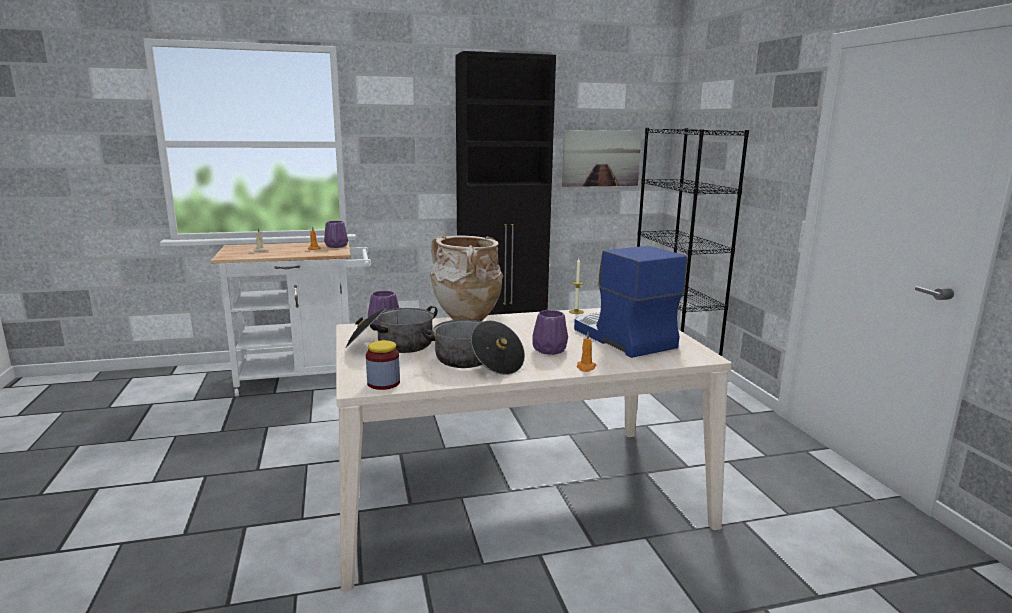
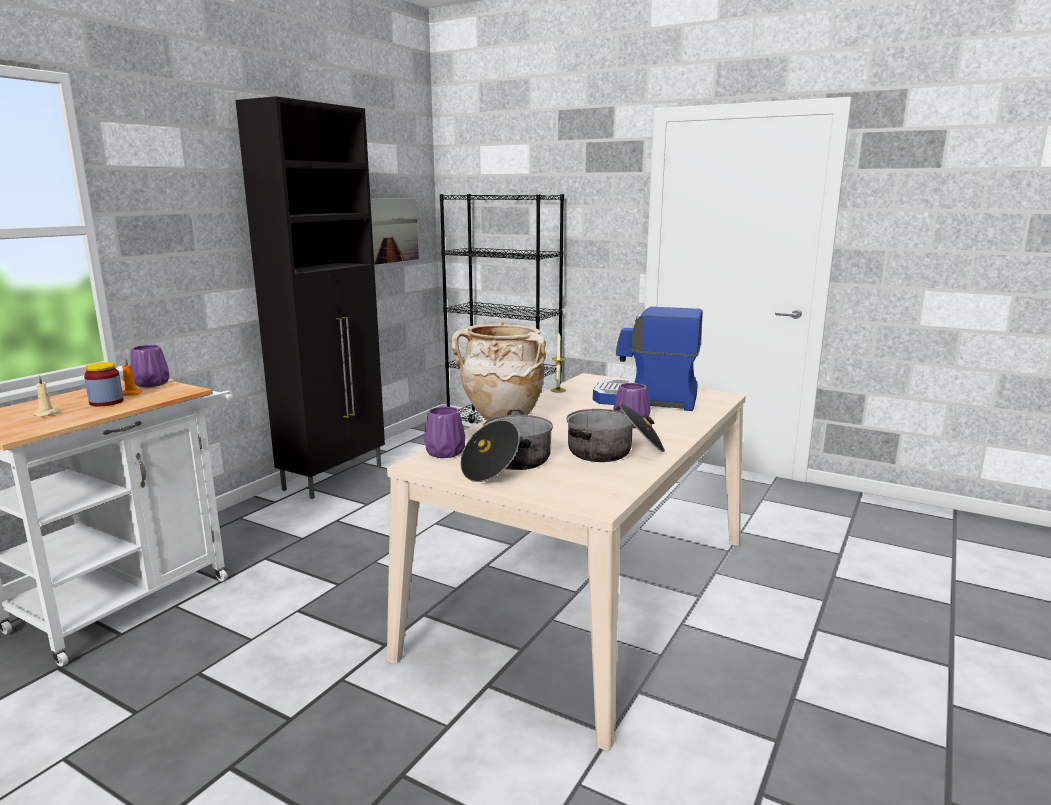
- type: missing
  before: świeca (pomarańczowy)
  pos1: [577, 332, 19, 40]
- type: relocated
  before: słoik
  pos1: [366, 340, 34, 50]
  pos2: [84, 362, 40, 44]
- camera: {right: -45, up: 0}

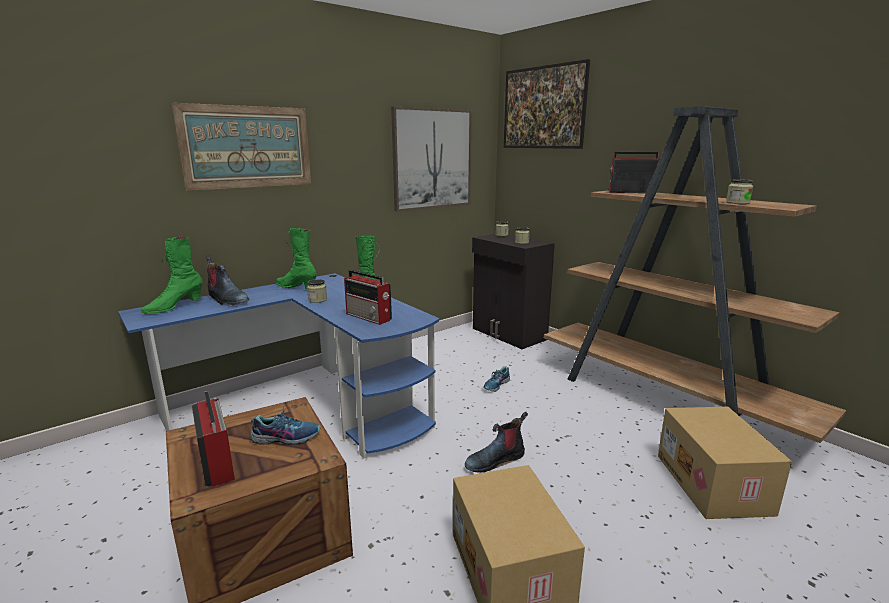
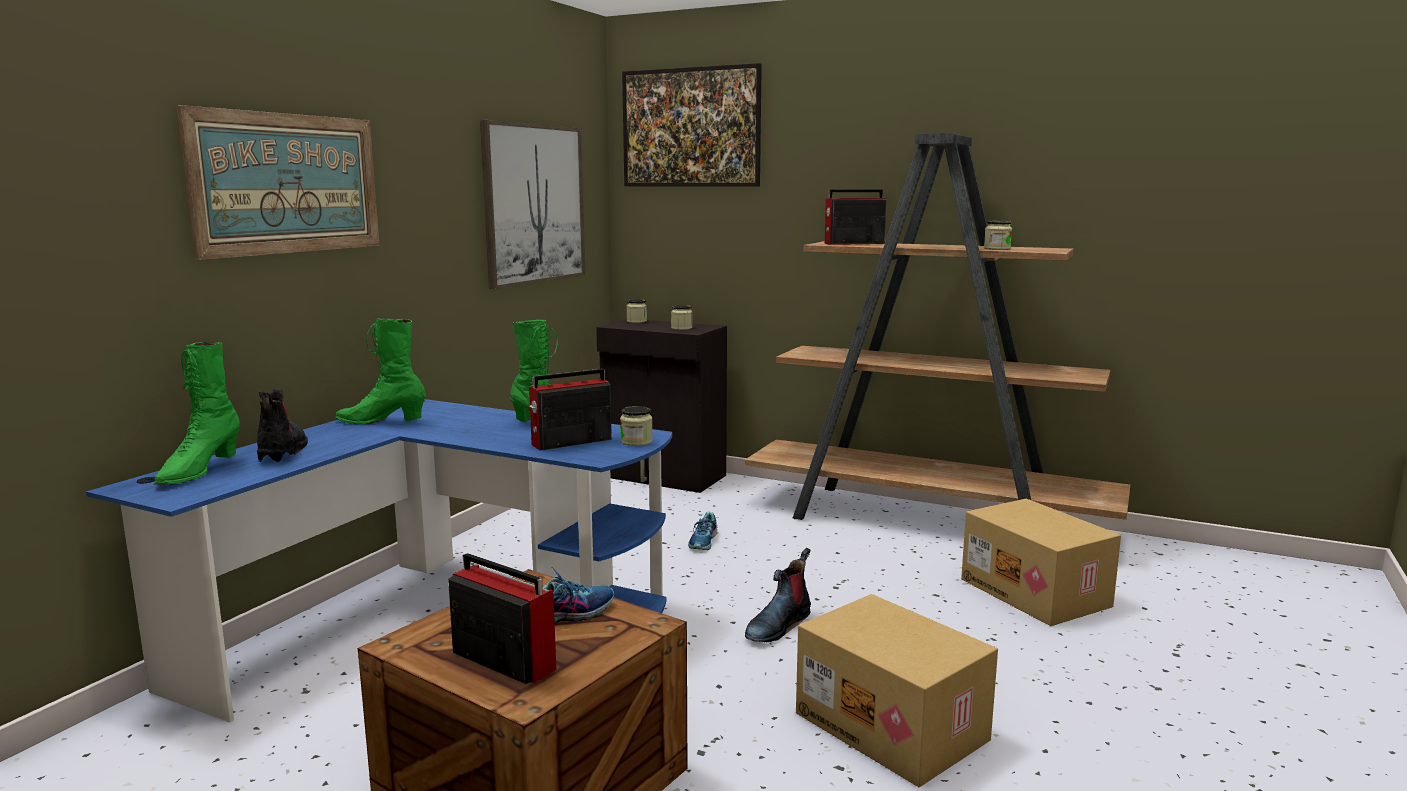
- type: relocated
  before: słoik
  pos1: [307, 279, 20, 24]
  pos2: [620, 406, 33, 40]
- type: spun
  before: but z cholewką
  pos1: [206, 255, 43, 50]
  pos2: [257, 388, 51, 74]
  turn: -120
- type: spun
  before: radio
  pos1: [344, 270, 48, 55]
  pos2: [529, 369, 83, 81]
  turn: 135
- camera: {right: -25, up: -5}

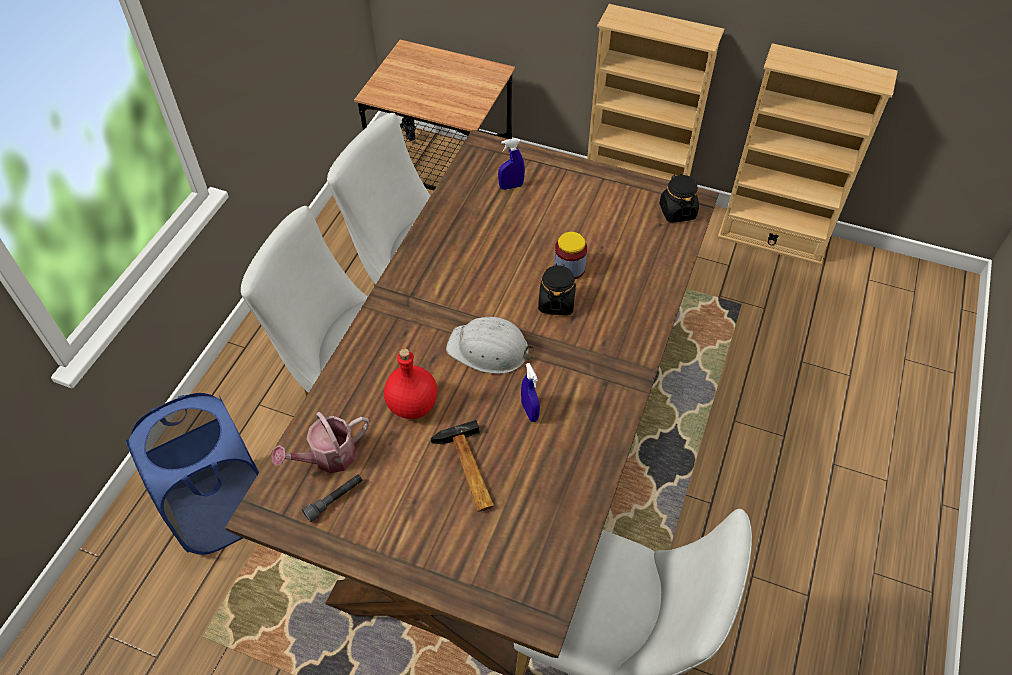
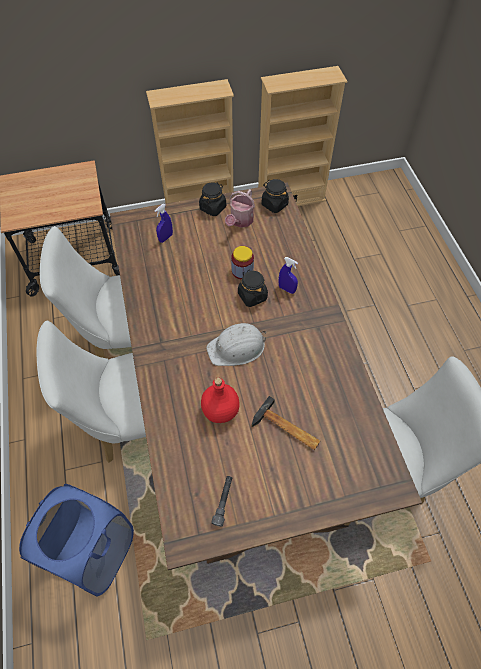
- type: appeared
  after: słoik (czarny)
  pos2: [199, 182, 27, 34]
- type: relocated
  before: konewka
  pos1: [272, 412, 97, 61]
  pos2: [225, 189, 30, 39]
- type: relocated
  before: spryskiwacz (niebieski)
  pos1: [521, 363, 19, 59]
  pos2: [279, 257, 19, 37]
- camera: {right: -35, up: 5}

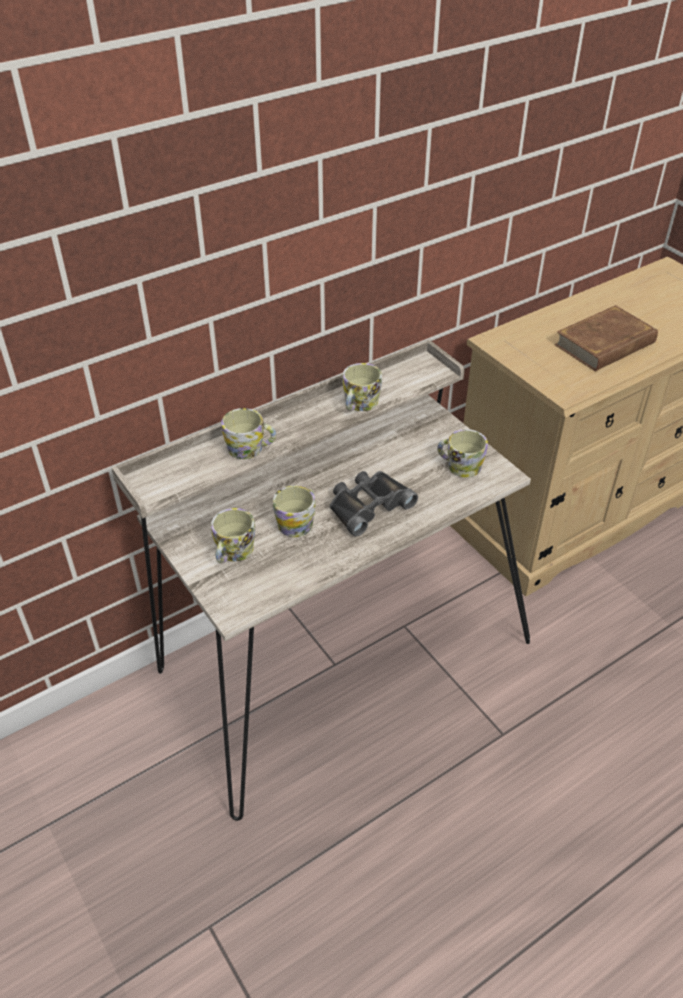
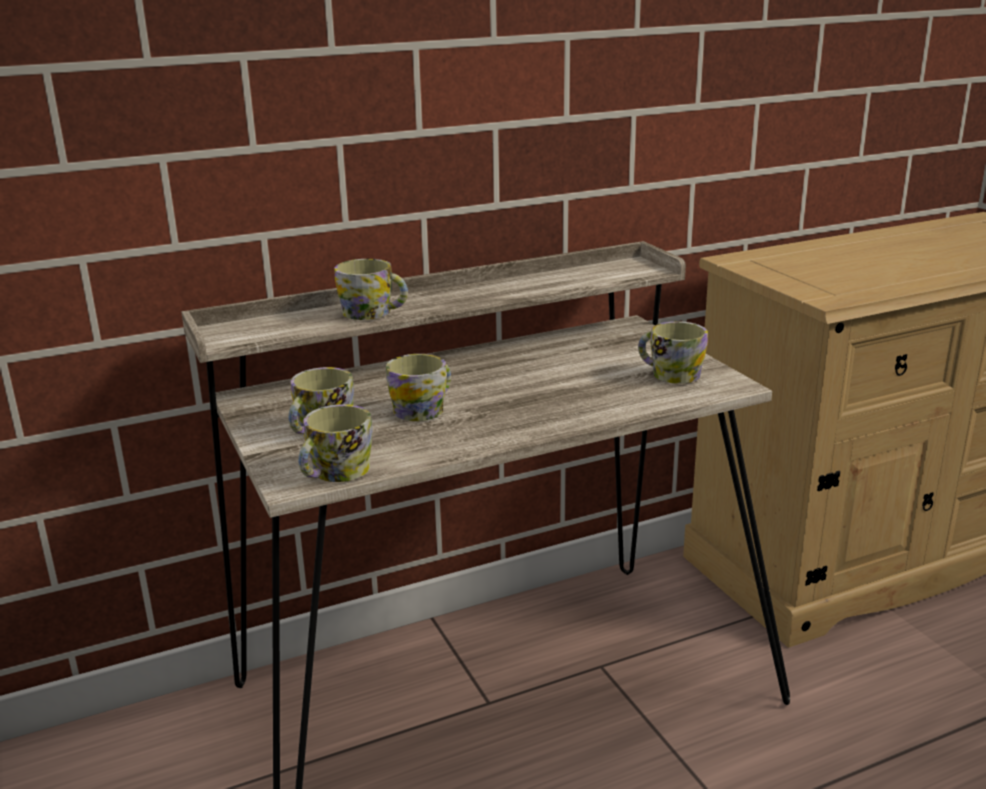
- type: missing
  before: lornetka (czarny)
  pos1: [330, 471, 88, 65]
- type: missing
  before: książka (brązowy)
  pos1: [554, 305, 104, 66]
- type: relocated
  before: kubek
  pos1: [342, 363, 40, 48]
  pos2: [298, 404, 75, 78]
- camera: {right: 10, up: -20}

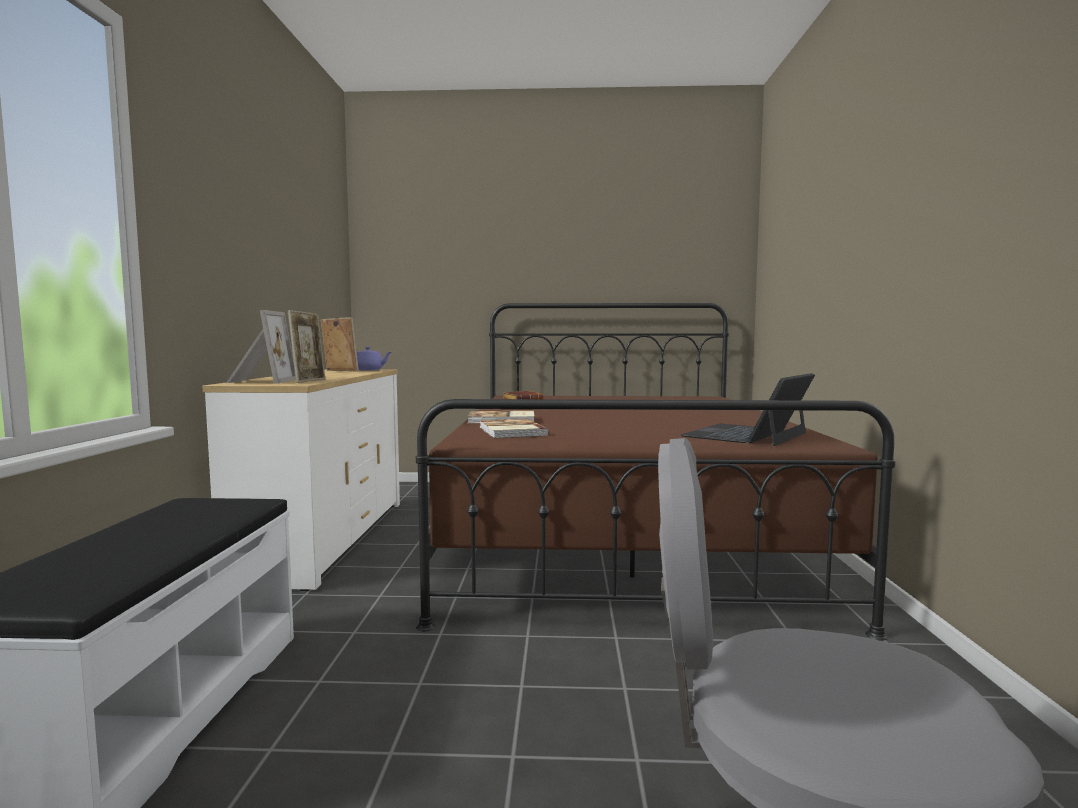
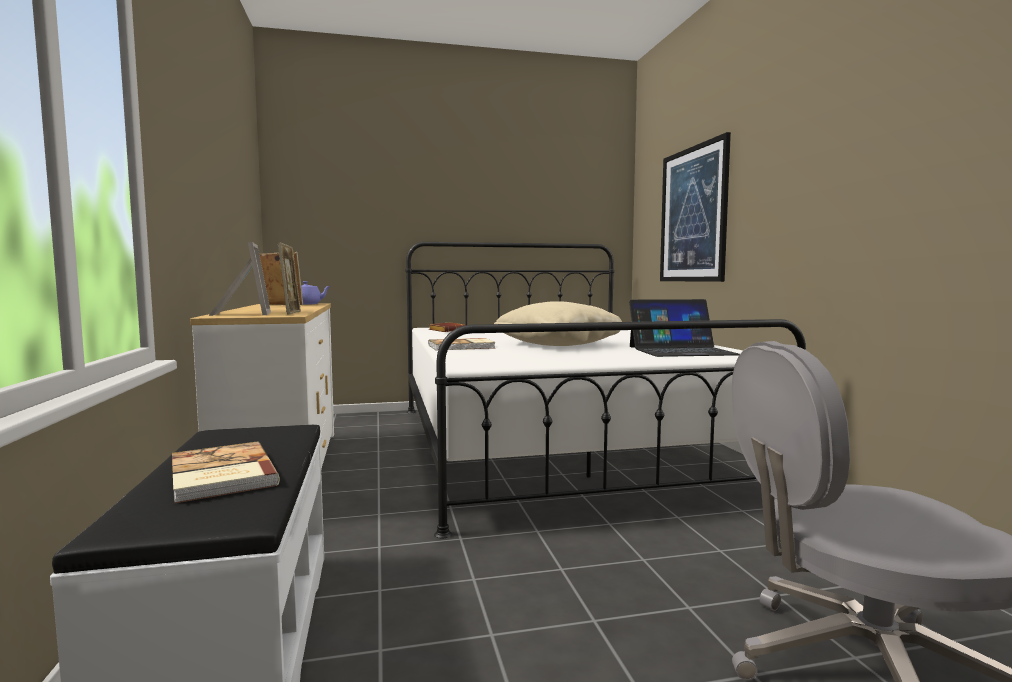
- type: appeared
  after: poduszka (beżowy)
  pos2: [494, 301, 128, 45]
- type: appeared
  after: obraz
  pos2: [660, 132, 71, 150]
- type: relocated
  before: książka
  pos1: [480, 418, 68, 21]
  pos2: [172, 441, 108, 63]
- type: colour
  before: łóżko (brązowy)
  after: łóżko (biały)
  pos1: [416, 303, 480, 338]
  pos2: [406, 242, 400, 297]
- type: spun
  before: laptop
  pos1: [680, 373, 135, 73]
  pos2: [629, 299, 111, 58]
  turn: -120
- camera: {right: -15, up: 0}

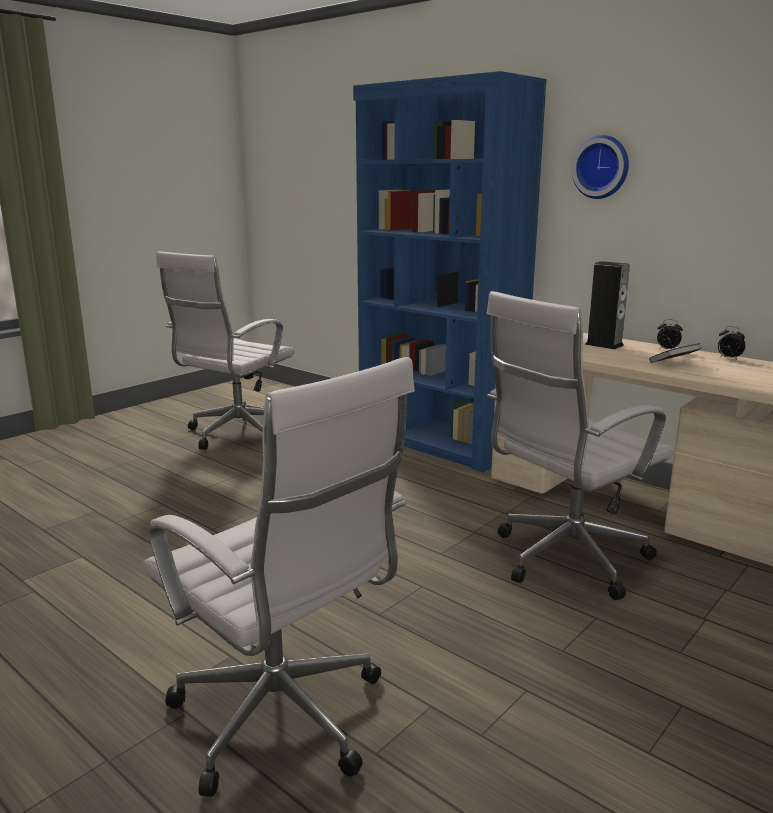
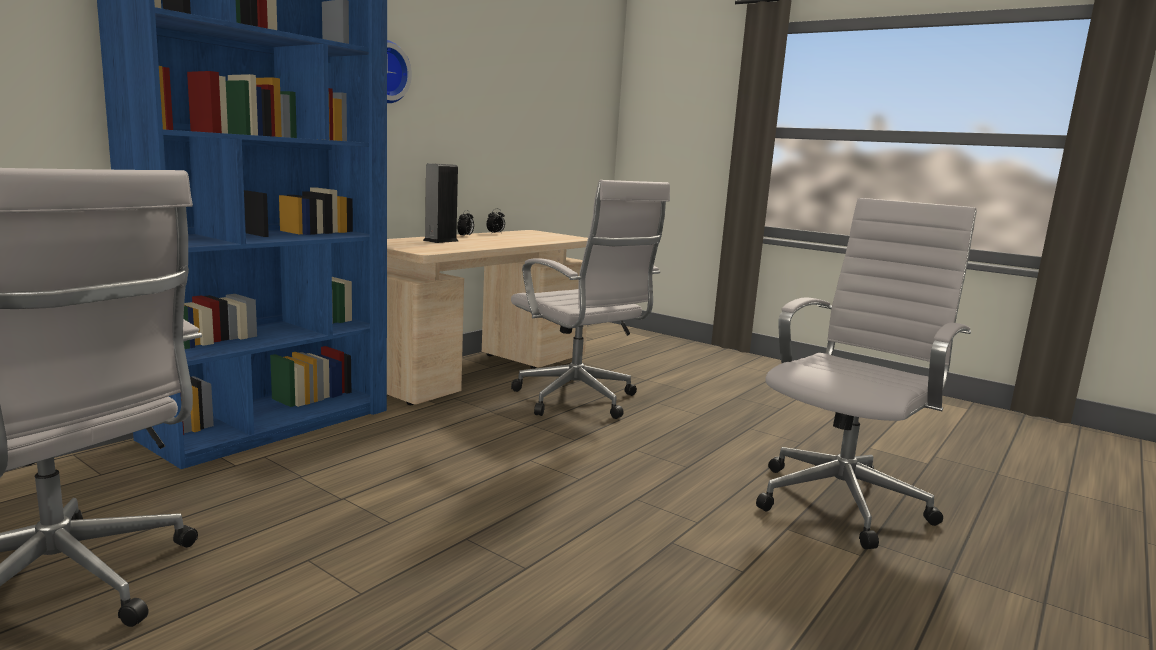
- type: missing
  before: książka
  pos1: [649, 343, 53, 20]
- camera: {right: -95, up: -5}

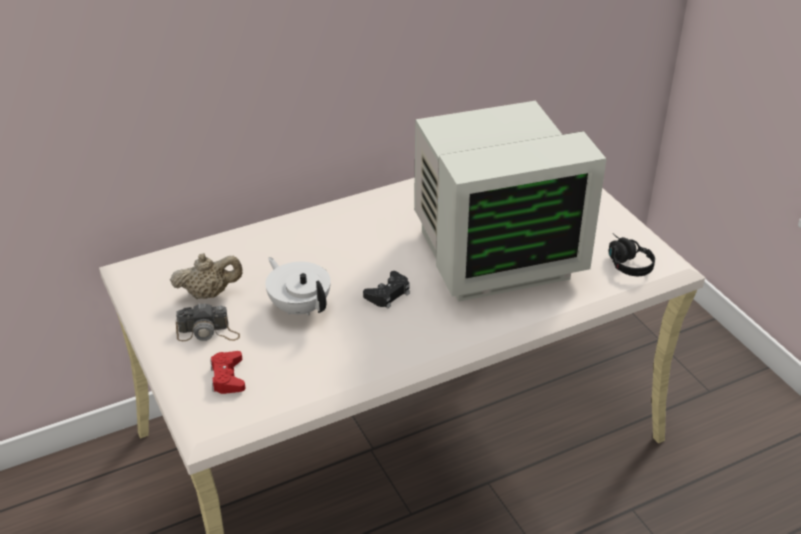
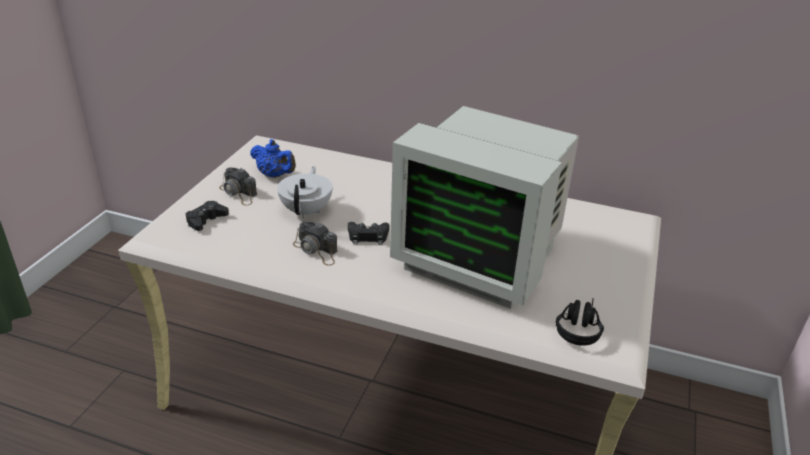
- type: appeared
  after: aparat fotograficzny
  pos2: [293, 221, 45, 45]
- type: colour
  before: imbryk (beżowy)
  after: imbryk (niebieski)
  pos1: [170, 253, 73, 46]
  pos2: [250, 139, 46, 39]
- type: colour
  before: pad do gier (czerwony)
  after: pad do gier (czarny)
  pos1: [210, 351, 35, 43]
  pos2: [186, 201, 43, 30]
- camera: {right: 45, up: -5}

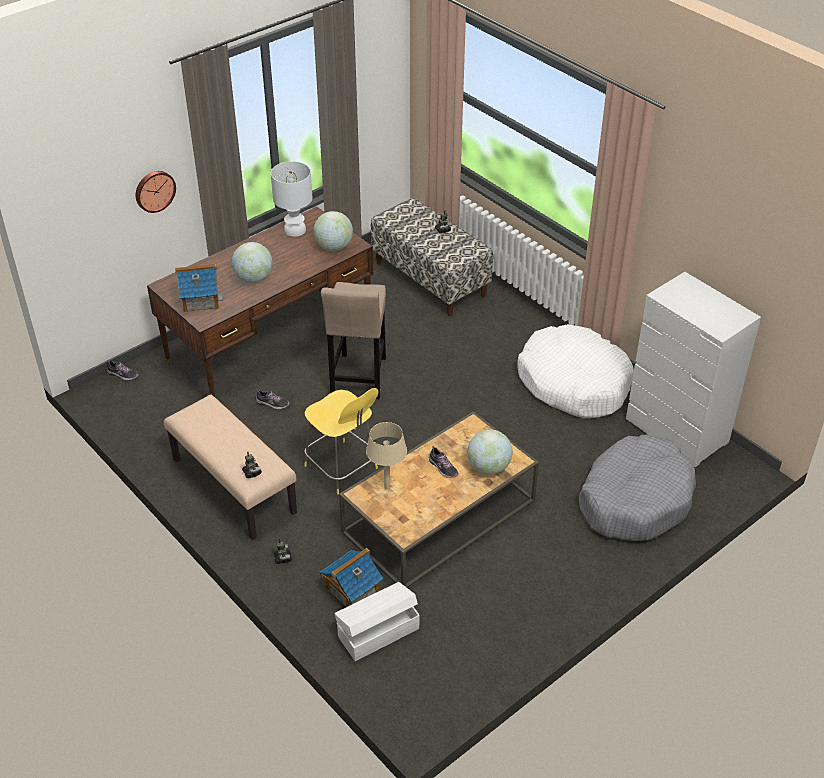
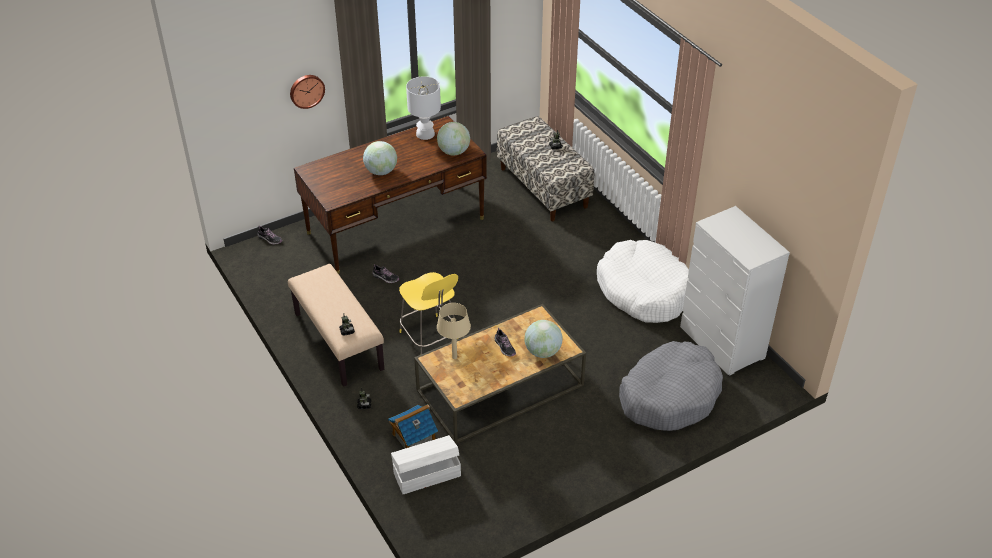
- type: missing
  before: domek
  pos1: [175, 264, 49, 49]
- type: missing
  before: stołek (beżowy)
  pos1: [321, 282, 65, 117]
- camera: {right: 10, up: 0}

